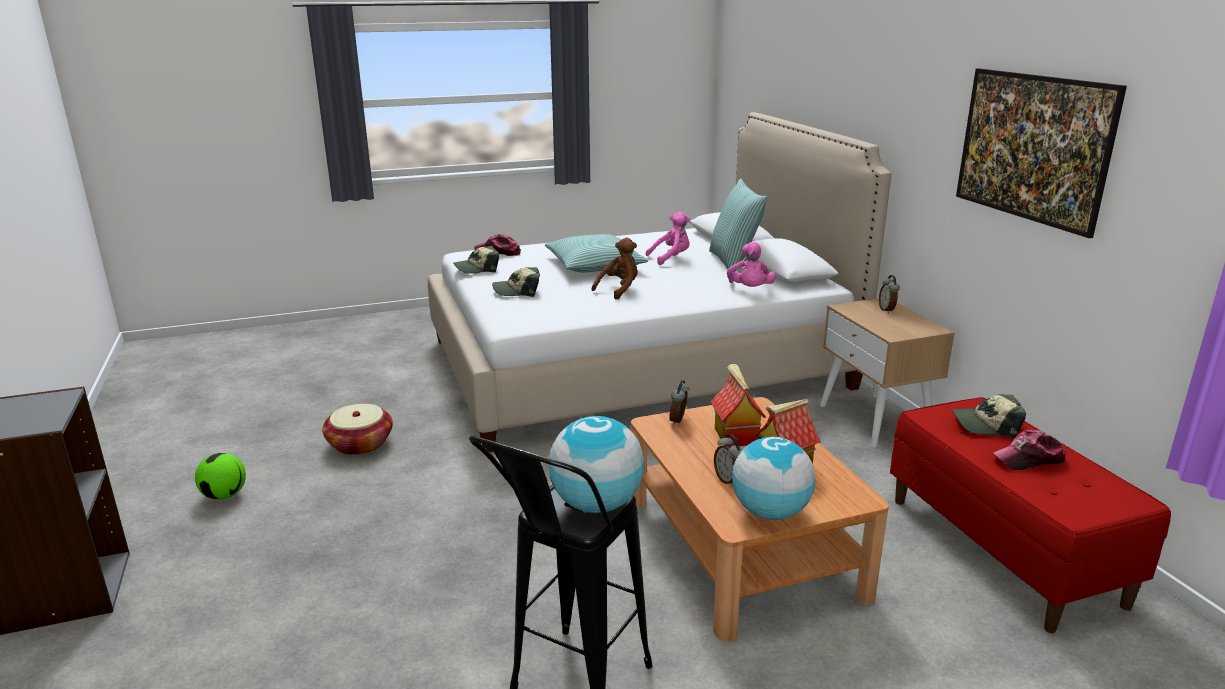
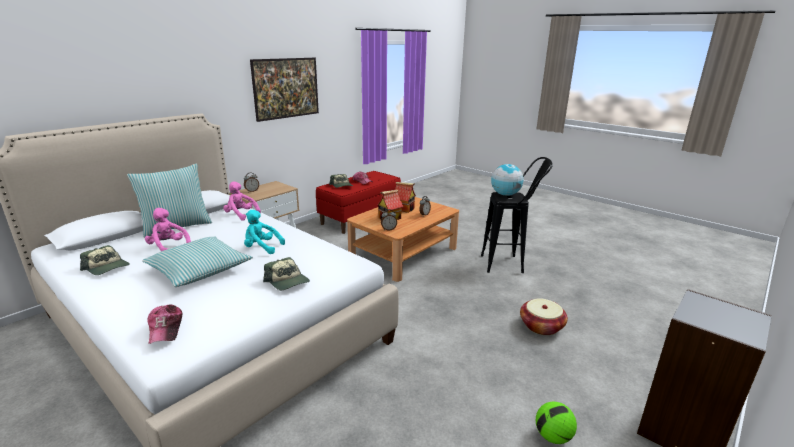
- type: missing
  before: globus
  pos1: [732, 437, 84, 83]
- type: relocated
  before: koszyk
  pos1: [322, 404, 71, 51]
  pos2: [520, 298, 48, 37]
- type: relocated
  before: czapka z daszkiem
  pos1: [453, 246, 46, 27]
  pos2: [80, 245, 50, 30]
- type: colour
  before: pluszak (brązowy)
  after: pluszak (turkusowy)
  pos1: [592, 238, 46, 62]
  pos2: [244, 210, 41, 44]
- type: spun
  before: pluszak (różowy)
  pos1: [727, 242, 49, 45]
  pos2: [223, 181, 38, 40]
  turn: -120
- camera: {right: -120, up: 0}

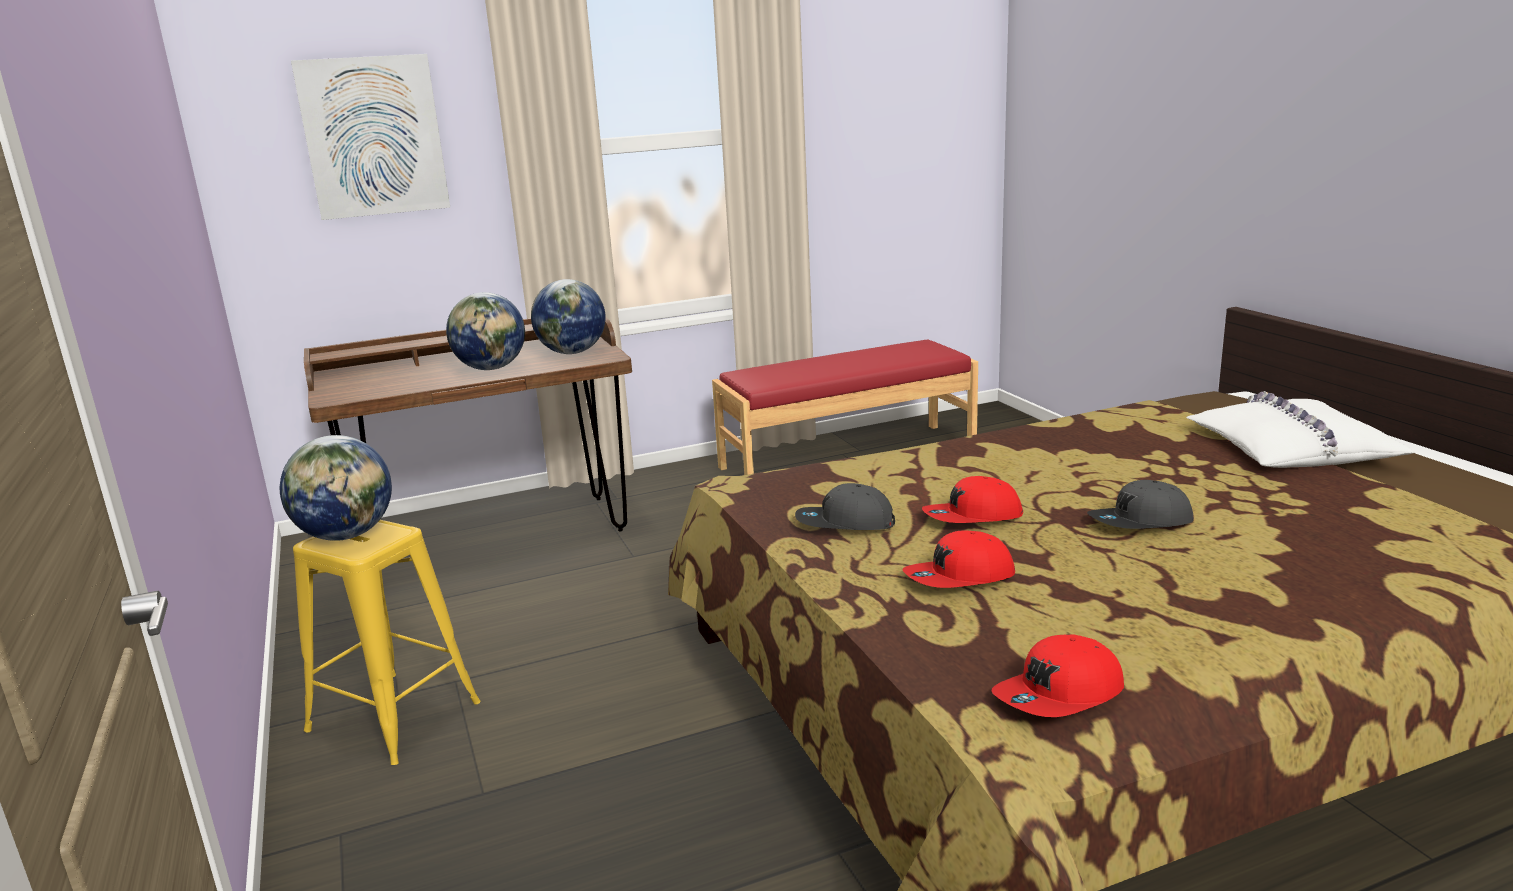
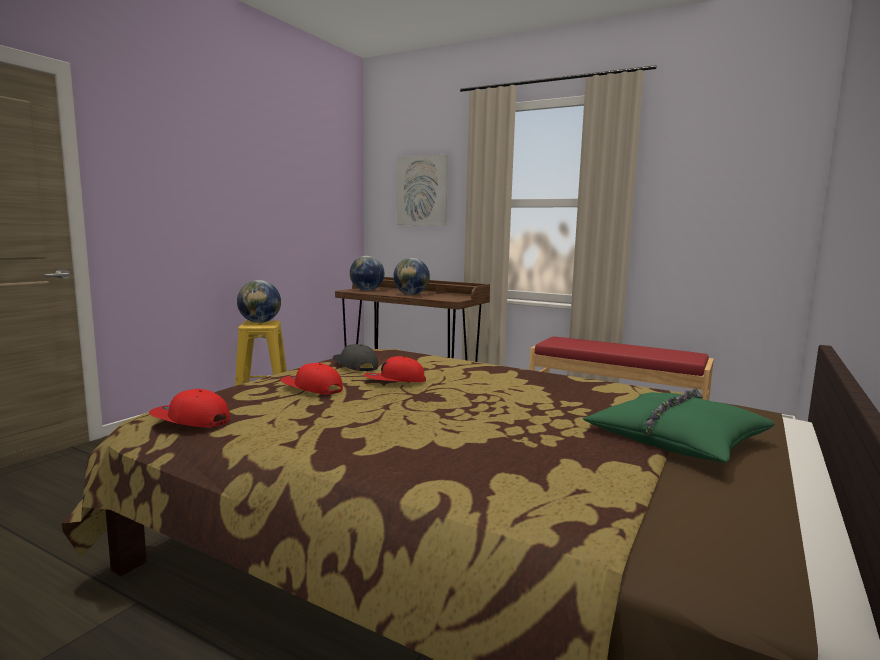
- type: missing
  before: czapka z daszkiem (szary)
  pos1: [1087, 480, 107, 49]
- type: relocated
  before: globus
  pos1: [531, 279, 75, 75]
  pos2: [350, 256, 35, 35]
- type: colour
  before: poduszka (biały)
  after: poduszka (zielony)
  pos1: [1186, 391, 229, 77]
  pos2: [582, 388, 193, 75]
- type: spun
  before: czapka z daszkiem (czerwony)
  pos1: [922, 476, 101, 47]
  pos2: [364, 356, 62, 26]
  turn: -45
- camera: {right: 50, up: -10}

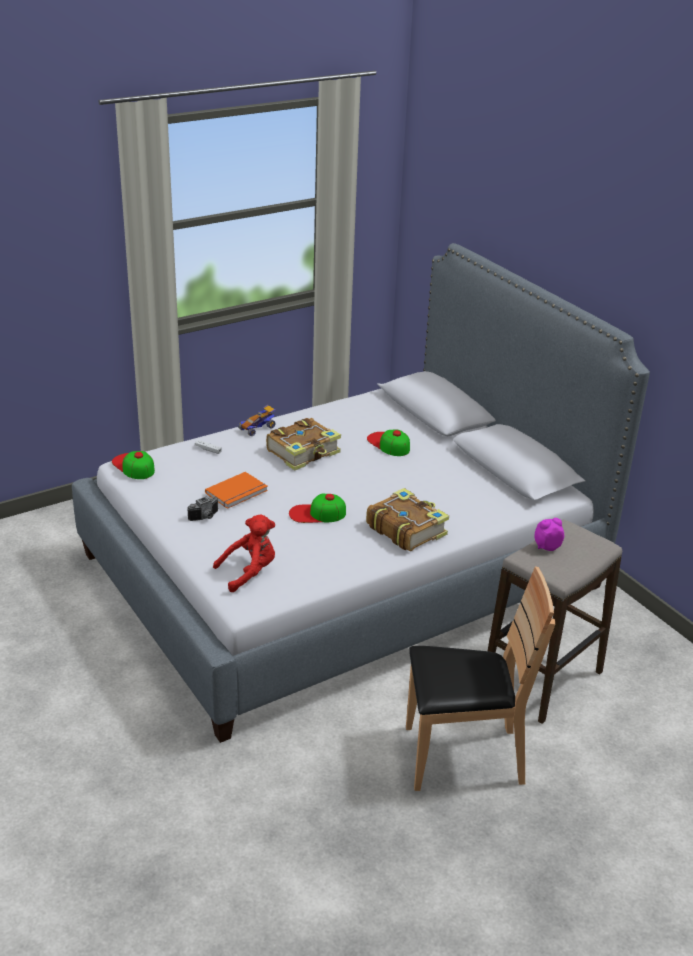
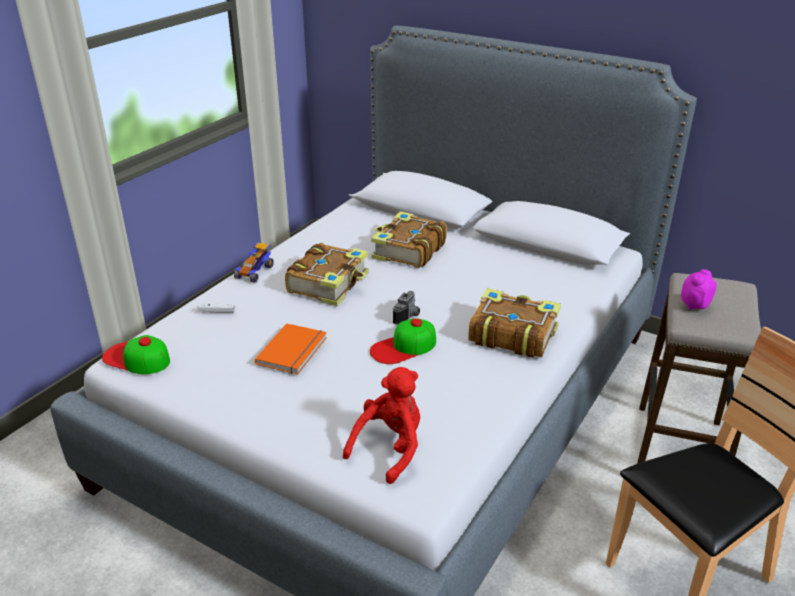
- type: relocated
  before: aparat fotograficzny
  pos1: [187, 497, 31, 24]
  pos2: [393, 291, 27, 34]
- type: exchanged
  before: czapka z daszkiem
  after: książka
  pos1: [367, 430, 43, 26]
  pos2: [371, 211, 76, 57]
- camera: {right: -25, up: 0}

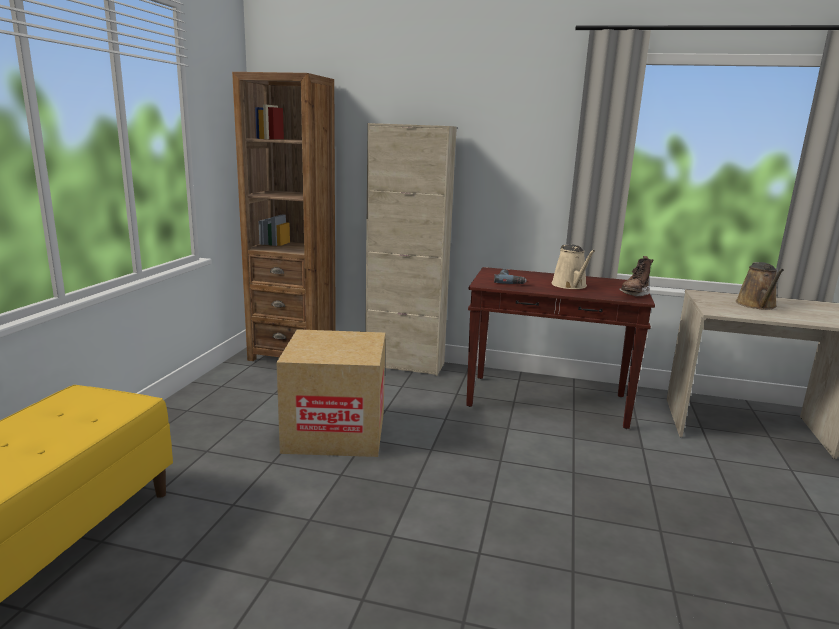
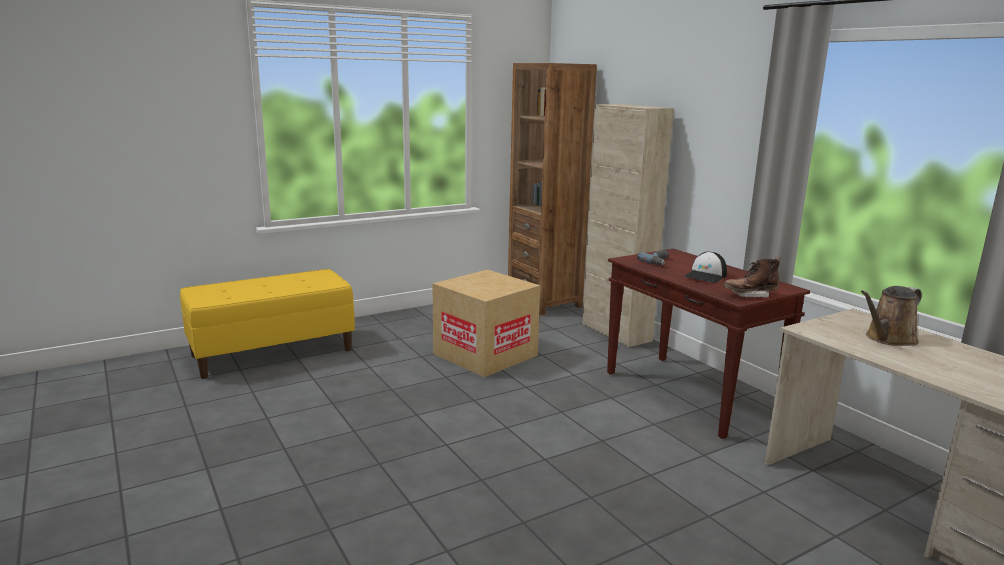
- type: exchanged
  before: konewka (beżowy)
  after: czapka z daszkiem
  pos1: [551, 244, 44, 45]
  pos2: [684, 252, 43, 31]
- camera: {right: 45, up: 0}

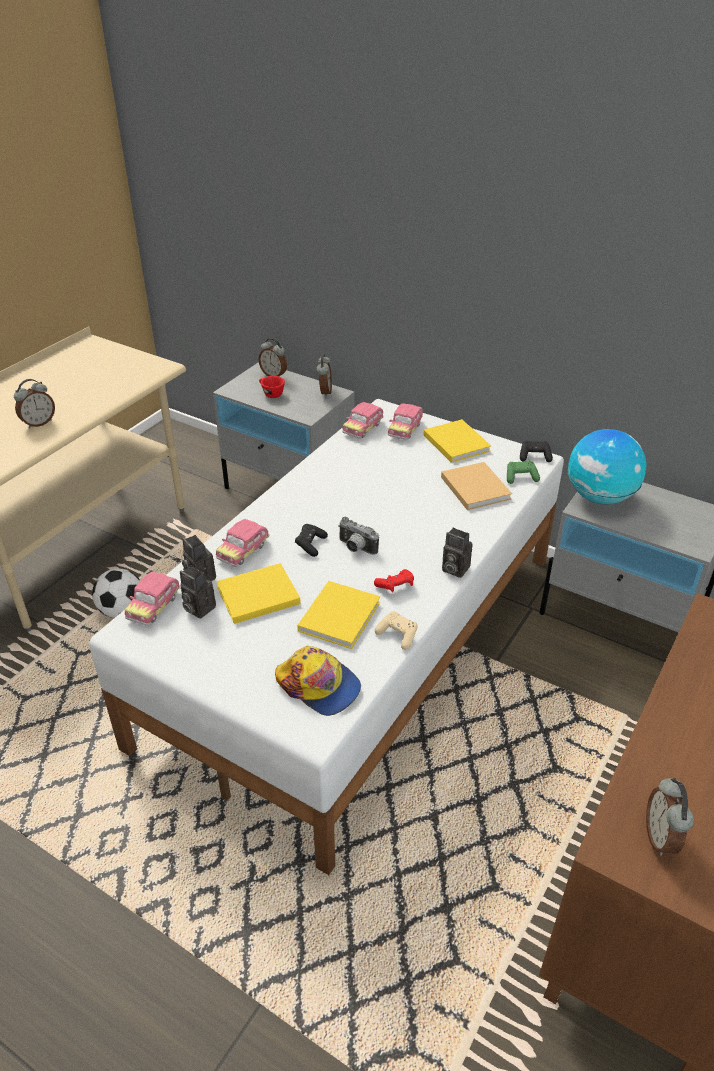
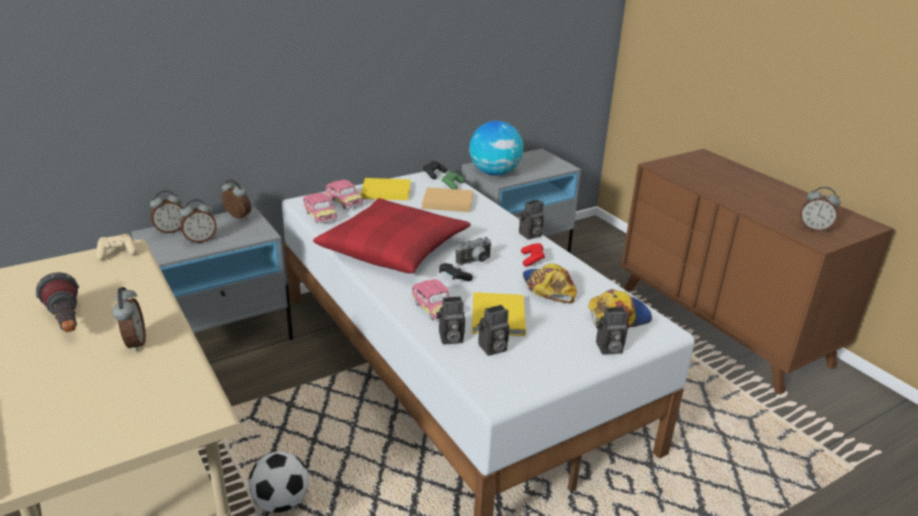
- type: missing
  before: samochodzik
  pos1: [125, 571, 55, 55]
- type: appeared
  after: latarka
  pos2: [36, 272, 43, 60]
- type: appeared
  after: poduszka (czerwony)
  pos2: [313, 198, 158, 75]
- type: appeared
  after: aparat fotograficzny
  pos2: [596, 307, 32, 48]
- type: relocated
  before: pad do gier (beżowy)
  pos1: [375, 611, 43, 39]
  pos2: [96, 234, 41, 27]
- type: exchanged
  before: filiżanka (czerwony)
  after: budzik
  pos1: [259, 376, 26, 22]
  pos2: [180, 199, 37, 44]
- type: exchanged
  before: książka (żółty)
  after: czapka z daszkiem
  pos1: [297, 581, 83, 68]
  pos2: [523, 263, 54, 40]
- camera: {right: -65, up: -10}

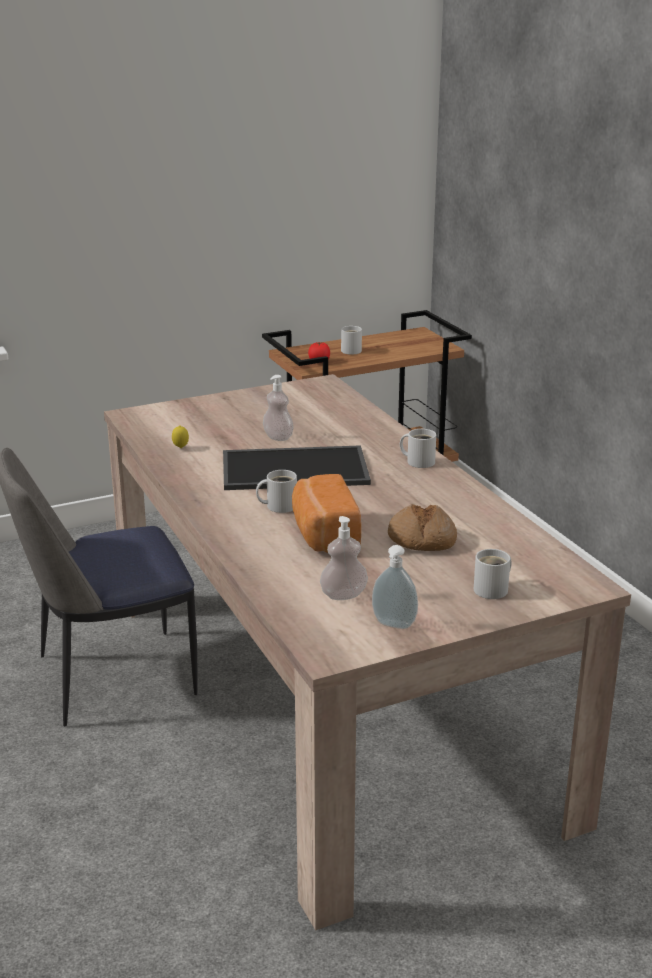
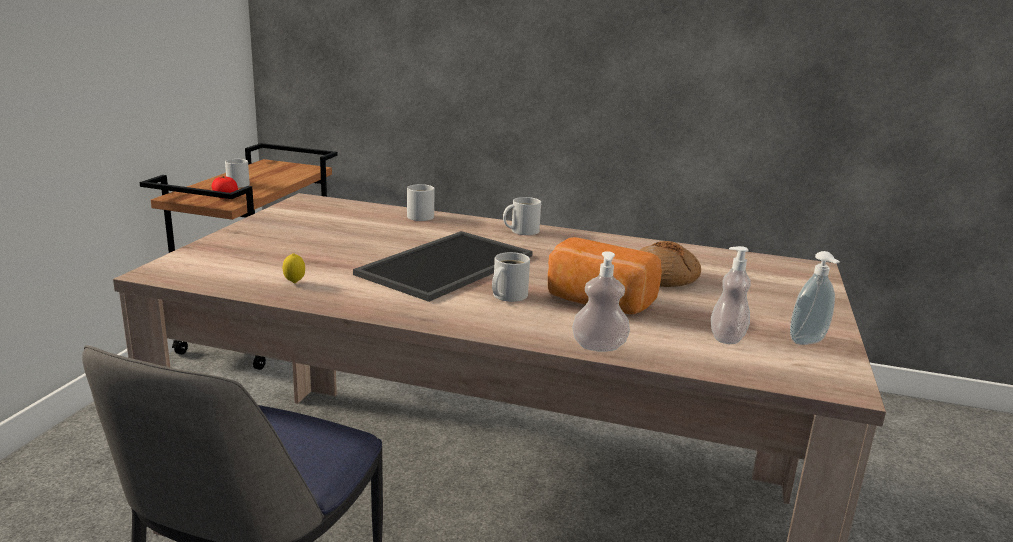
- type: relocated
  before: dozownik mydła
  pos1: [263, 375, 31, 66]
  pos2: [572, 251, 58, 101]
- type: relocated
  before: kubek (biały)
  pos1: [474, 549, 38, 50]
  pos2: [407, 184, 28, 37]
- camera: {right: -50, up: -5}

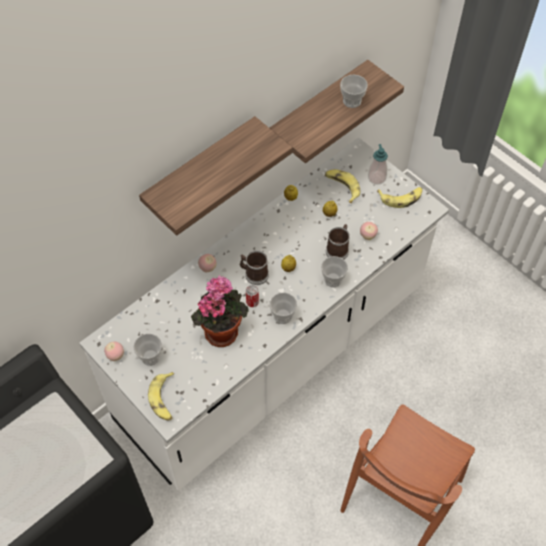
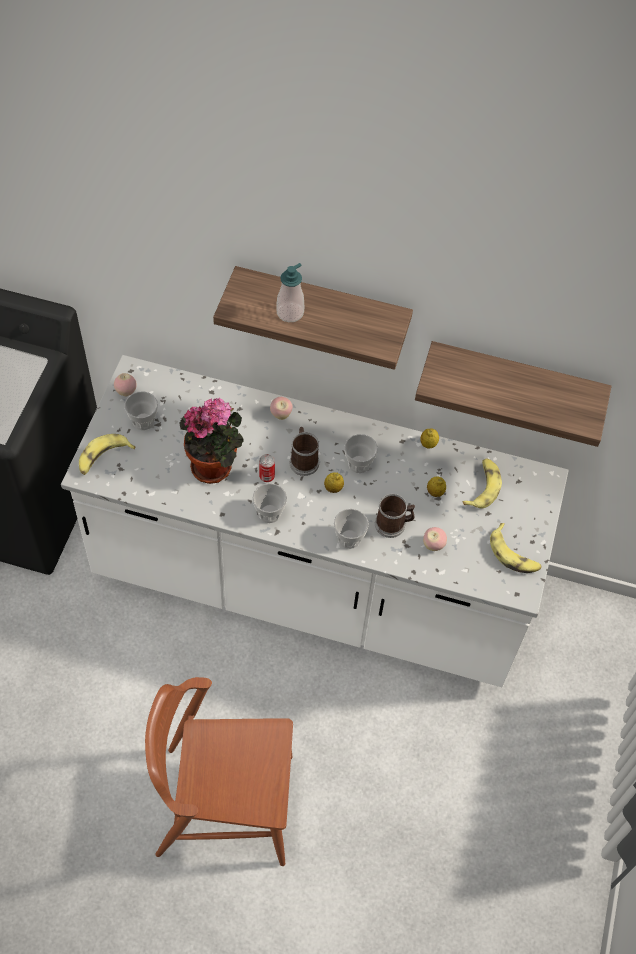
- type: relocated
  before: filiżanka
  pos1: [340, 74, 28, 34]
  pos2: [344, 434, 34, 39]
- type: relocated
  before: dozownik mydła
  pos1: [368, 144, 20, 41]
  pos2: [276, 263, 28, 59]
- camera: {right: 55, up: 0}

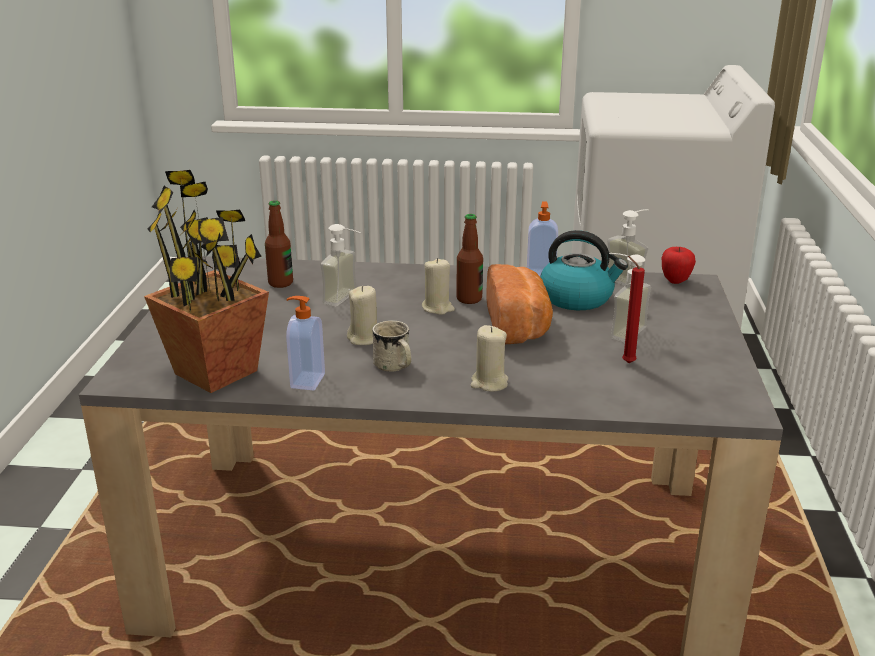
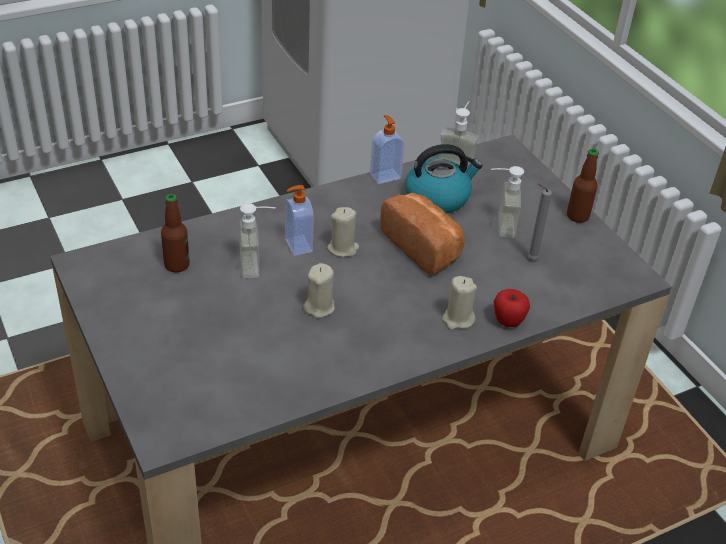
- type: missing
  before: roślina doniczkowa
  pos1: [144, 170, 125, 223]
- type: missing
  before: kubek (biały)
  pos1: [372, 320, 39, 52]
- type: relocated
  before: dozownik mydła
  pos1: [286, 296, 39, 94]
  pos2: [285, 185, 29, 71]
- type: relocated
  before: butelka
  pos1: [456, 214, 27, 90]
  pos2: [567, 149, 32, 74]
- type: relocated
  before: jabłko
  pos1: [661, 247, 35, 37]
  pos2: [494, 289, 36, 38]
- type: colour
  before: świeca (czerwony)
  after: świeca (szary)
  pos1: [622, 256, 23, 107]
  pos2: [528, 184, 24, 75]
- camera: {right: -35, up: 15}

